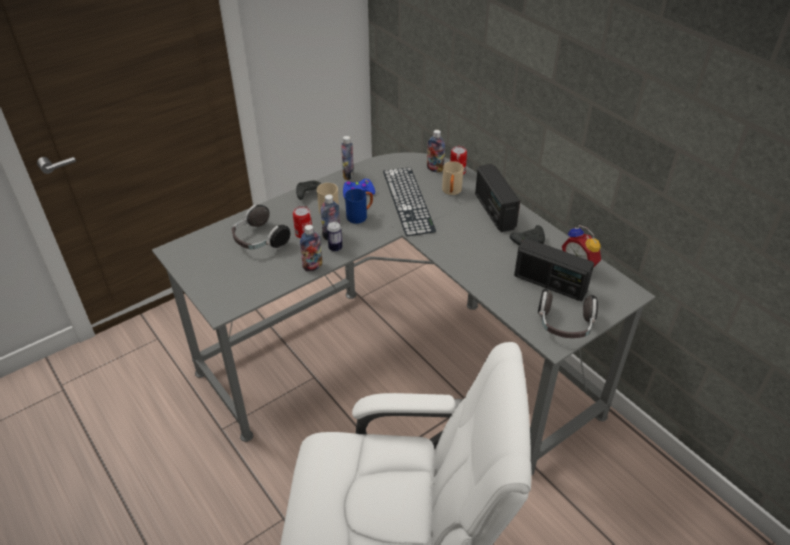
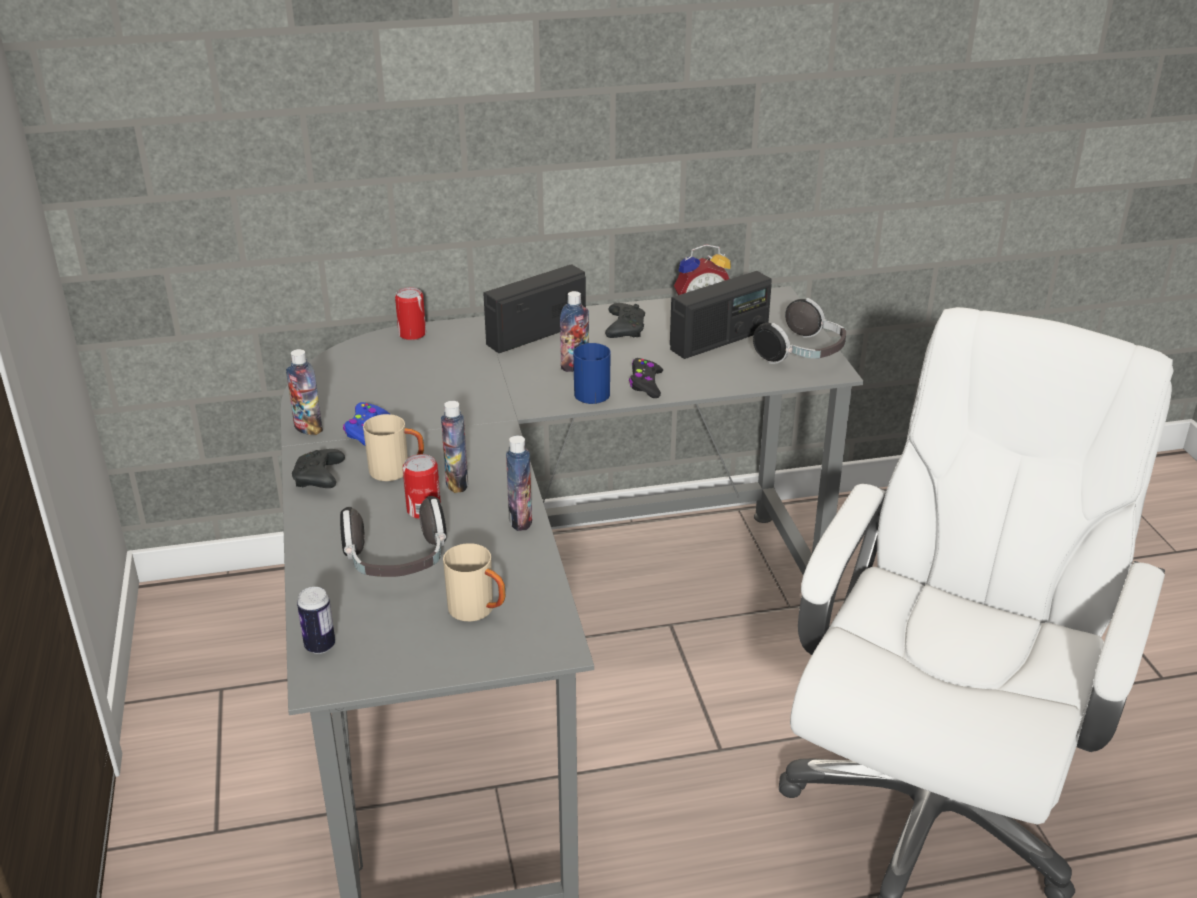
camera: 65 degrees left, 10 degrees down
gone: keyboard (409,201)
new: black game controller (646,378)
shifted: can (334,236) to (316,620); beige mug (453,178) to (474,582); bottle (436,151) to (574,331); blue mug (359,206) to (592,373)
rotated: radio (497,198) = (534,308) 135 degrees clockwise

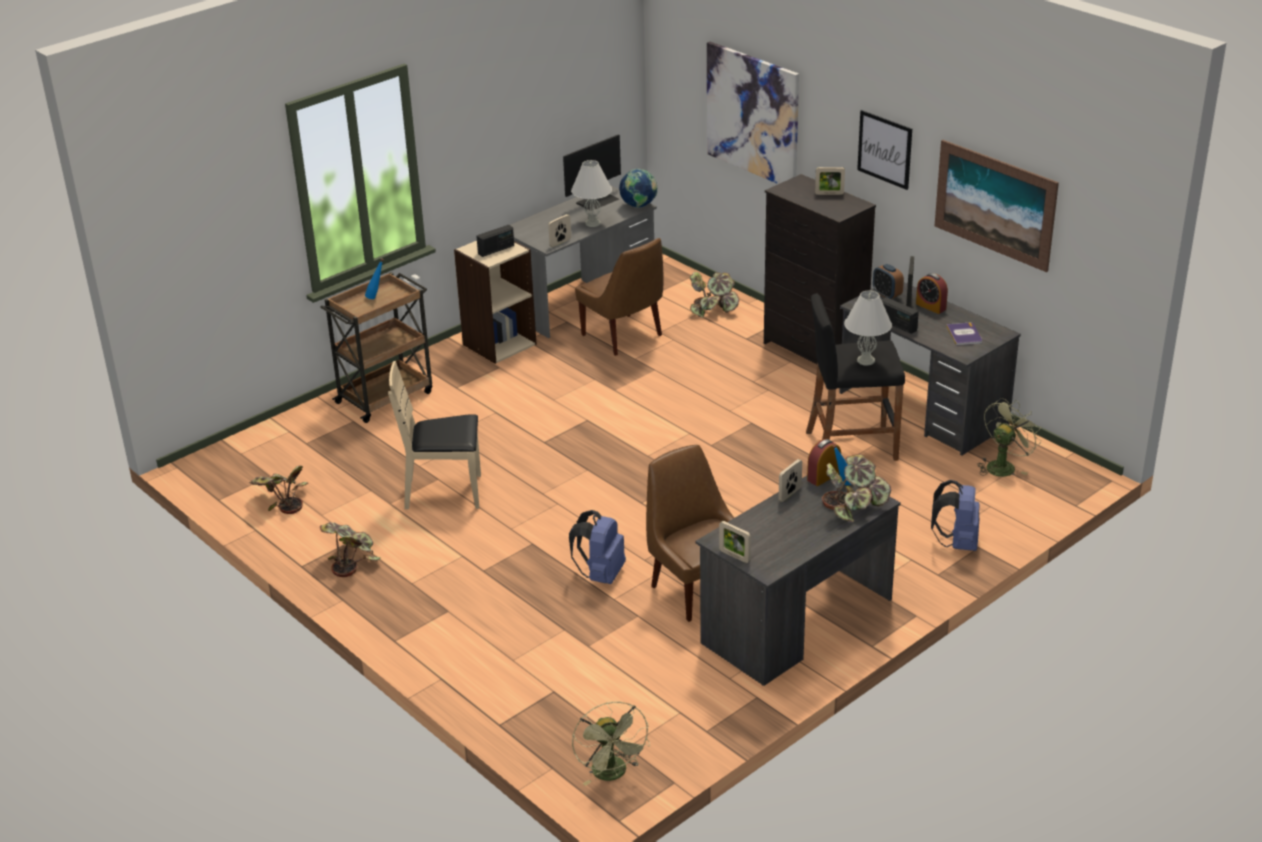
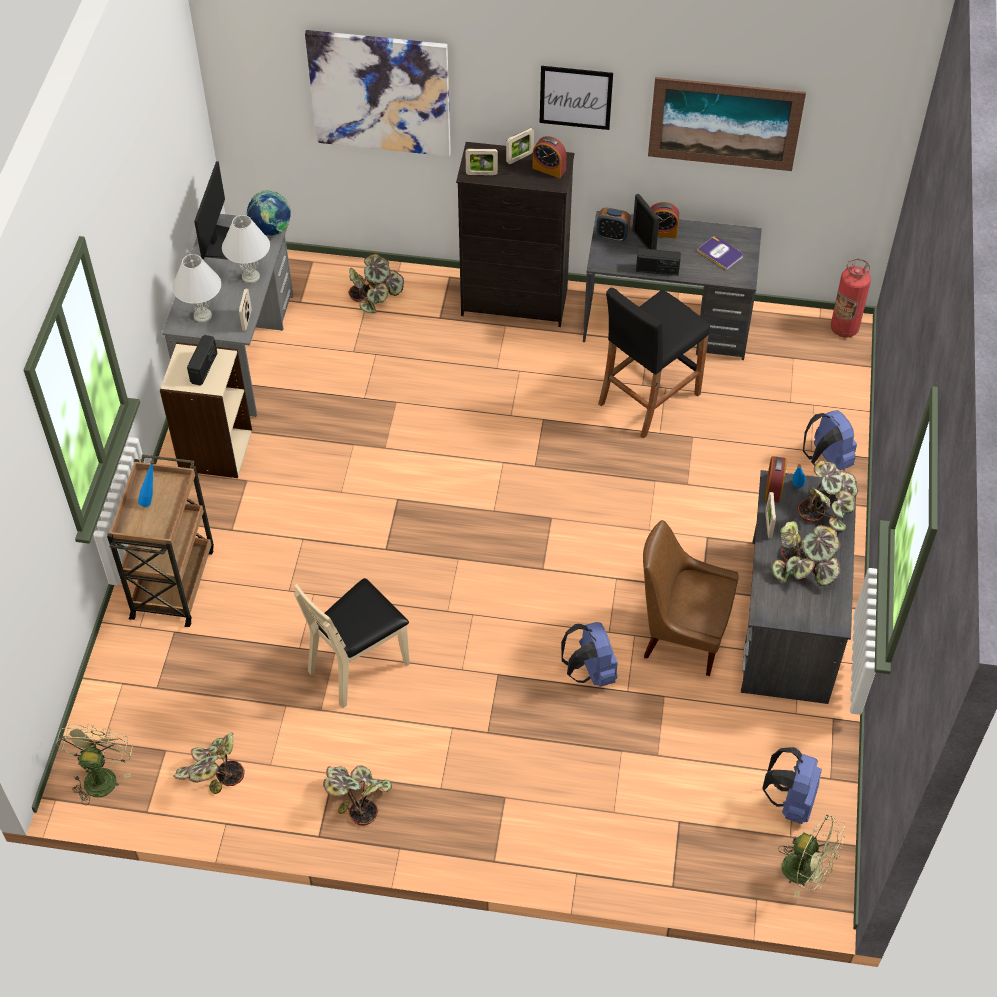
camera: 40 degrees left, 20 degrees up
gone: brown chair (619,297)
new: alarm clock (549,157); blue backpack (792,785); potted plant (805,553); fire extinguisher (851,297)
shifted: green fan (1009,437) to (94,764); white table lamp (868,328) to (196,288); picture frame (735,542) to (482,162)

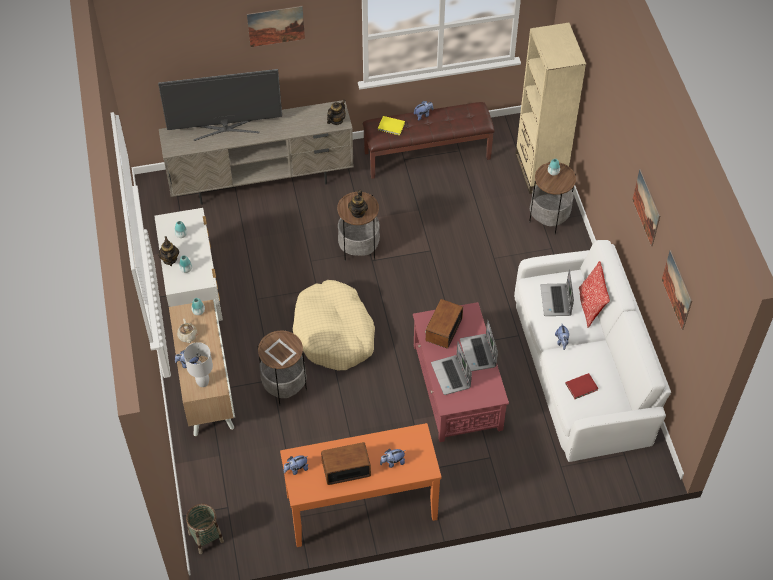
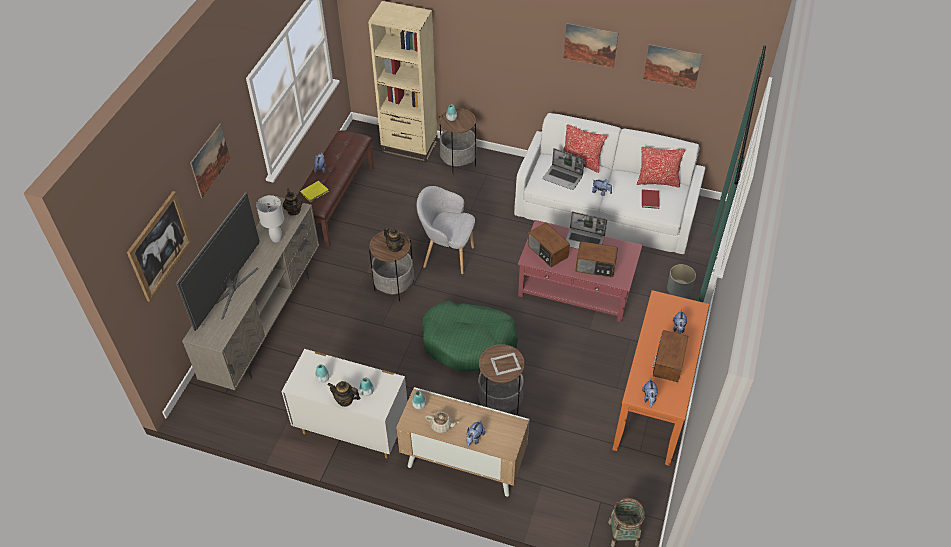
camera: 60 degrees left, 5 degrees down
new: picture (159,246); grey armchair (446,230); pillow (661,167); grey planter (681,281)
shifted: white table lamp (198,364) to (270,219)
swapped: laptop (451,368) to radio (596,259)
repainted: beige dog bed (334,325) to green dog bed (470,336)

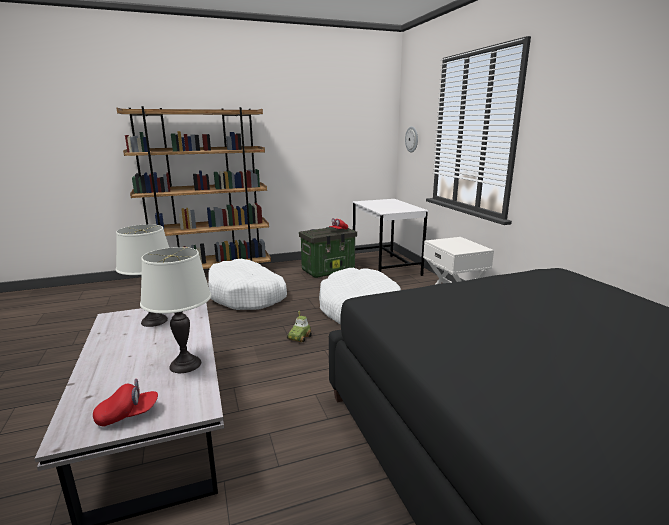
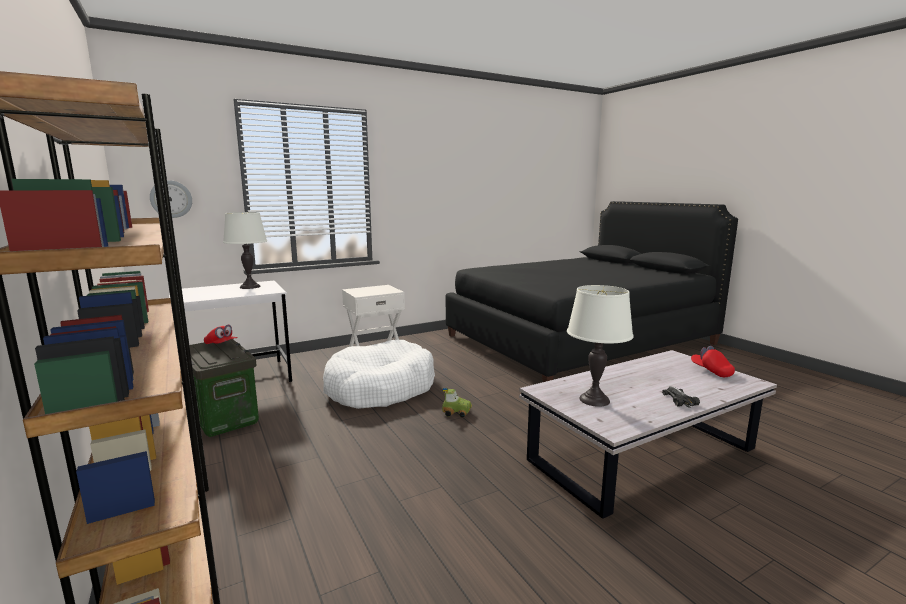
camera: 100 degrees left, 5 degrees down
gone: white dog bed (247,284)
new: toy car (681,397)
shifted: white table lamp (175,310) to (245,250)

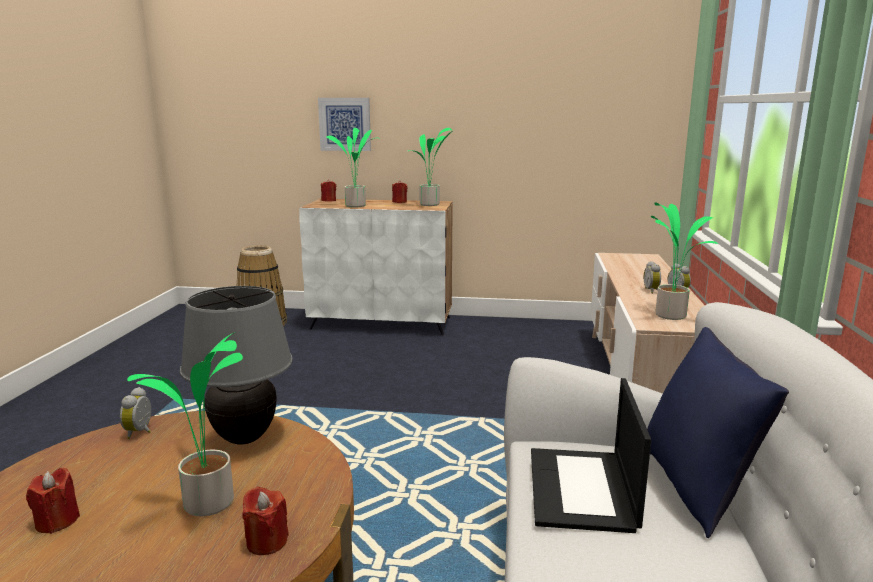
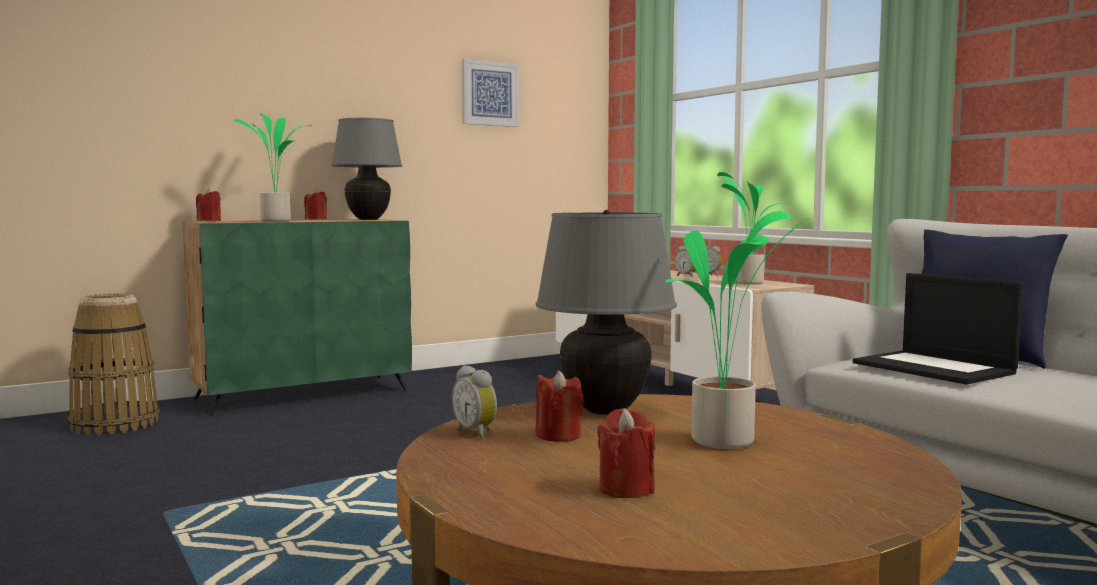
camera: 40 degrees left, 10 degrees down
shifted: picture (344,124) to (490,93); red candle (265,521) to (559,406)
swapped: potted plant (431,167) to grey table lamp (366,169)
repainted: white cabinet (376,267) to green cabinet (297,317)

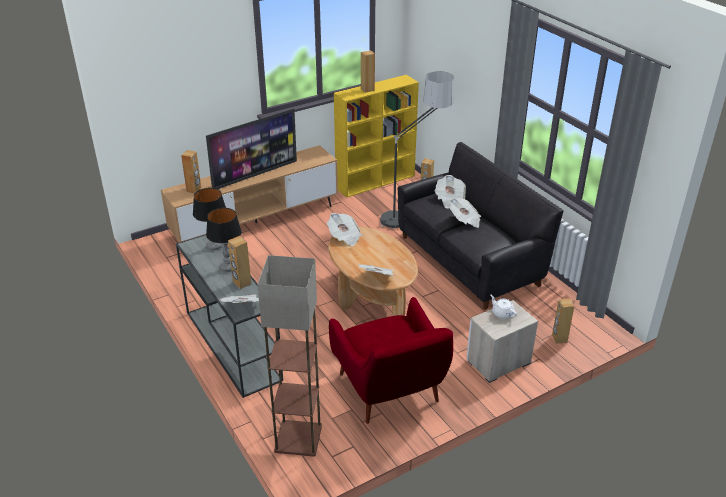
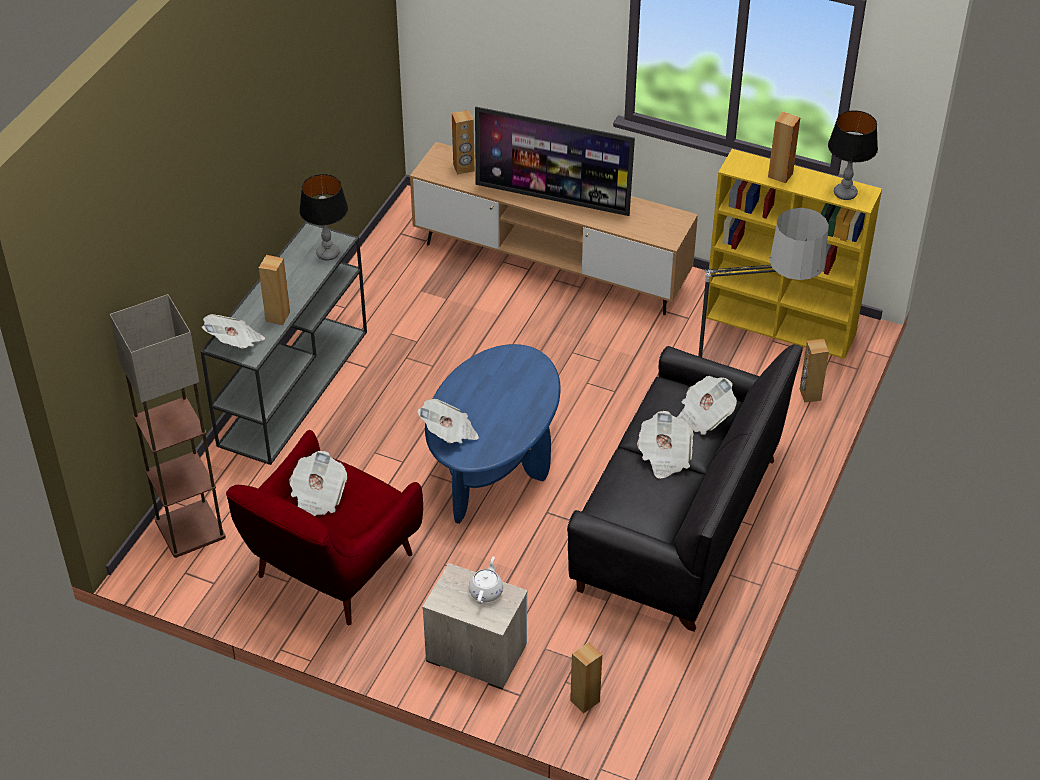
camera: 55 degrees right, 10 degrees up
shifted: newspaper (344,229) to (318,483); table lamp (224,240) to (853,155)
repainted: brown coffee table (373,271) to blue coffee table (493,434)

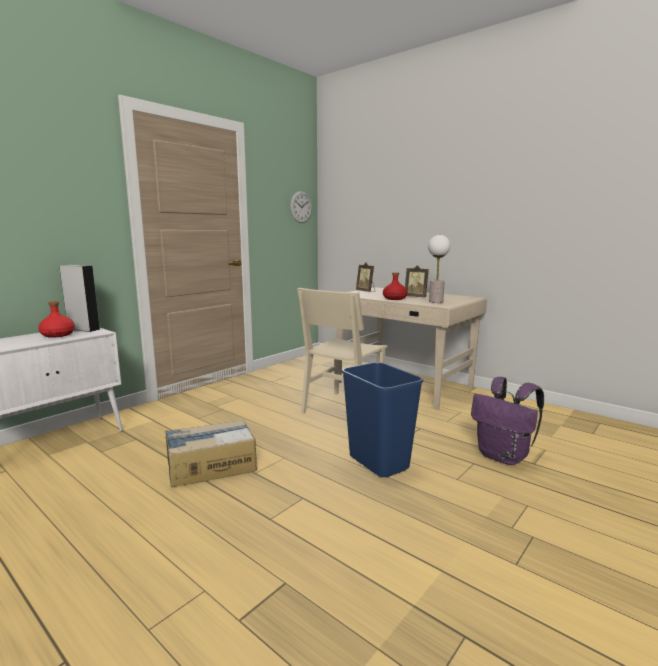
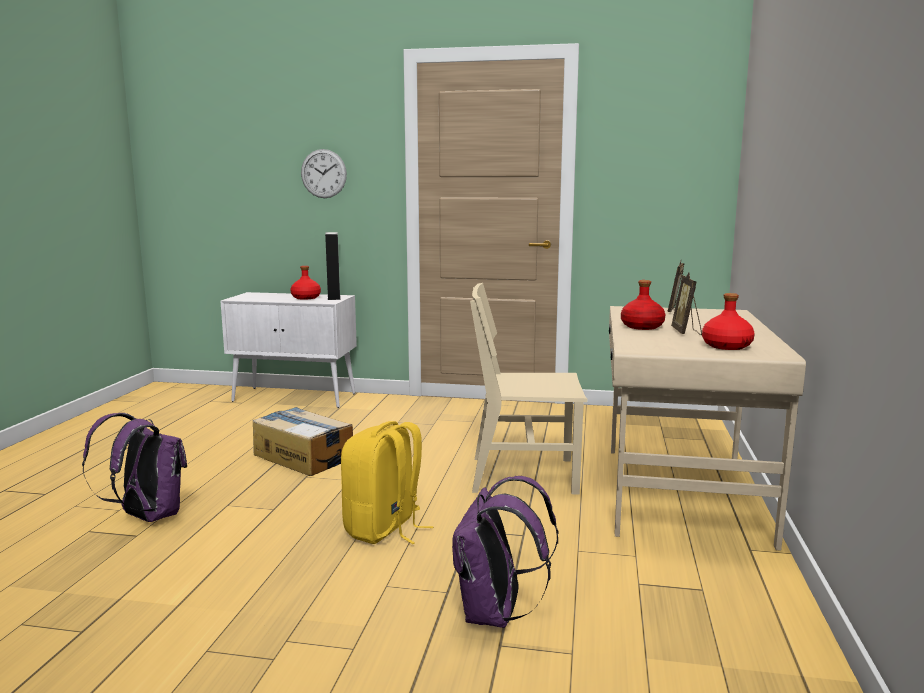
camera: 60 degrees right, 0 degrees up
gone: table lamp (439,269)
new: purple backpack (134,467); red bottle (728,321)
shifted: wall clock (301,207) to (324,173)
swapped: blue trash can (382,419) to yellow backpack (387,482)

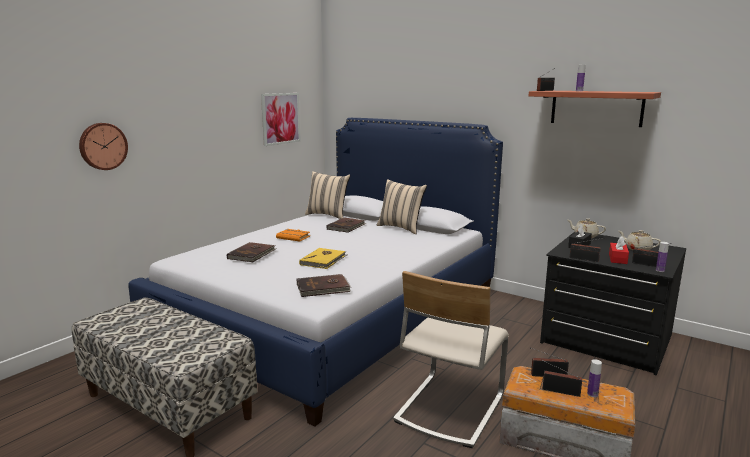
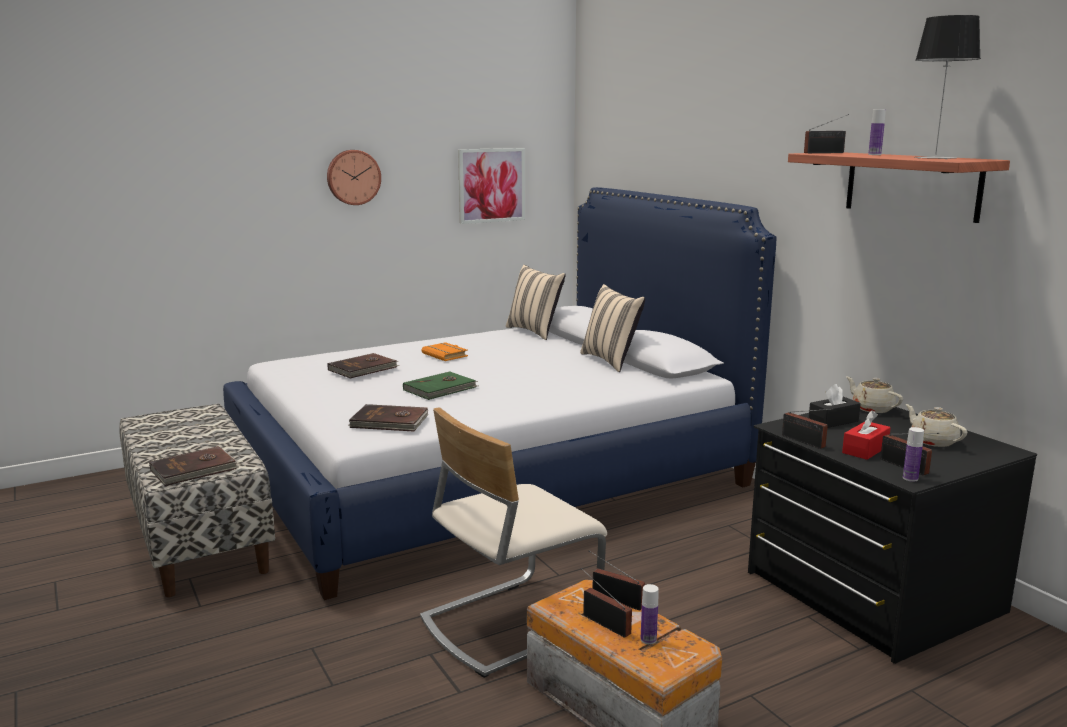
camera: 25 degrees right, 0 degrees up
new: table lamp (948,87)
shifted: brown book (346,225) to (194,466); wall clock (103,146) to (354,177)
repainted: yellow book (323,258) to green book (440,386)

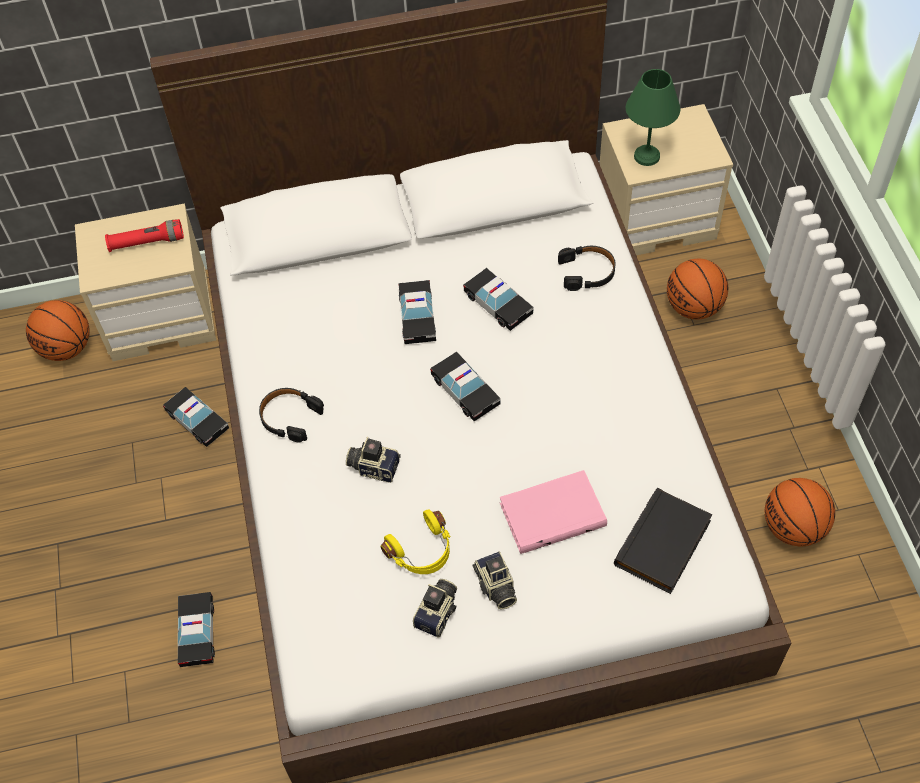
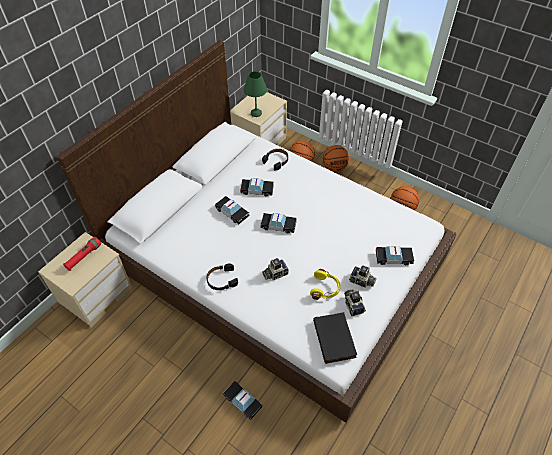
camera: 45 degrees left, 5 degrees down
gone: pink book (553,512)
shifted: black book (663,541) to (335,338); basketball (58,330) to (336,158); toy car (196,417) to (395,255)

